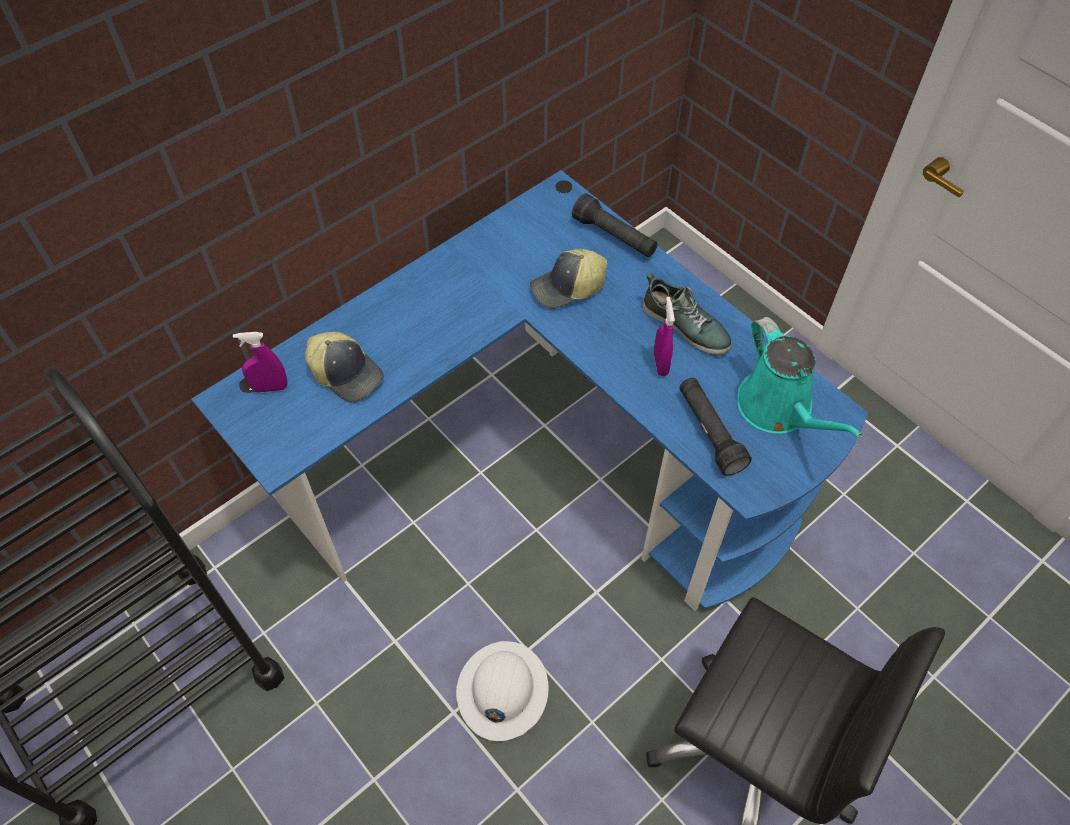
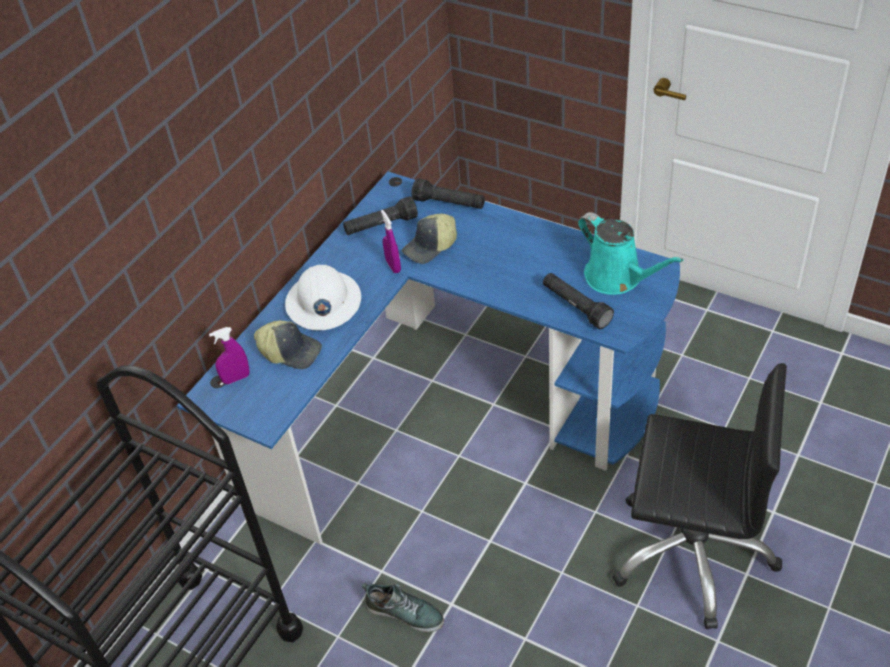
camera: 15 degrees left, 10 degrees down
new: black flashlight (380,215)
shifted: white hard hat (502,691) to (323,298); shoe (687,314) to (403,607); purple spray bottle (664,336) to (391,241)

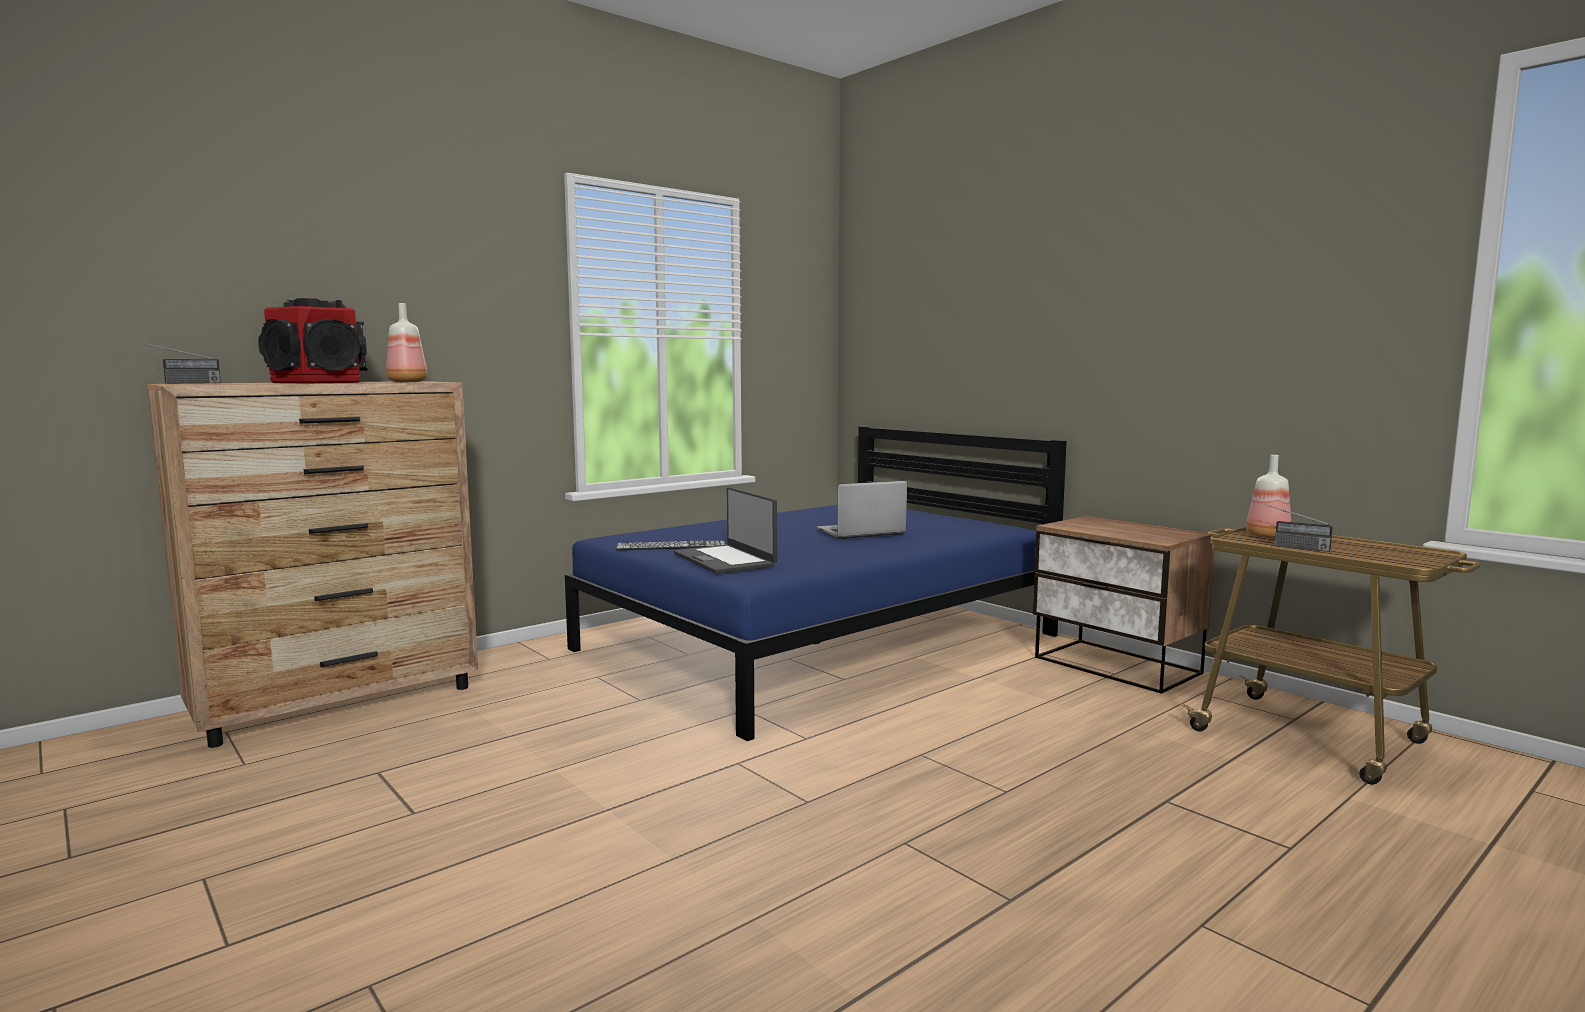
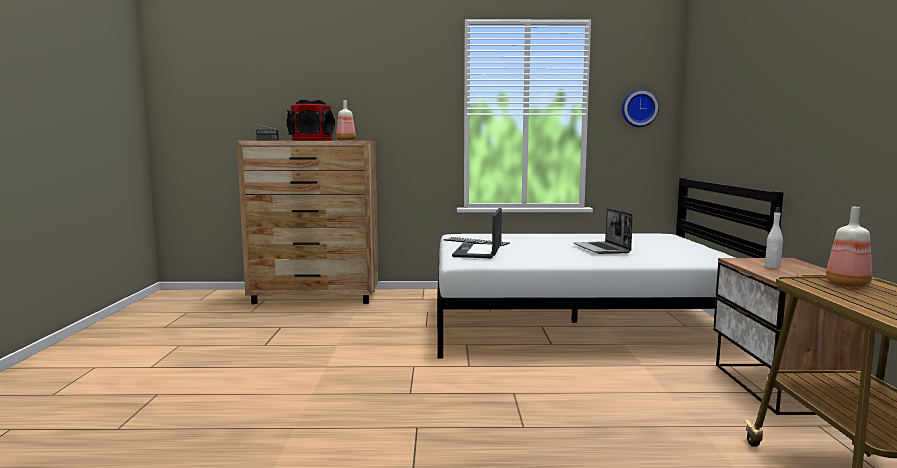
camera: 40 degrees right, 0 degrees up
gone: radio (1291,526)
new: wall clock (640,108); white bottle (774,237)
repainted: blue bed (816,583) to white bed (610,268)
rotated: laptop (862,510) = (603,231) 120 degrees counterclockwise

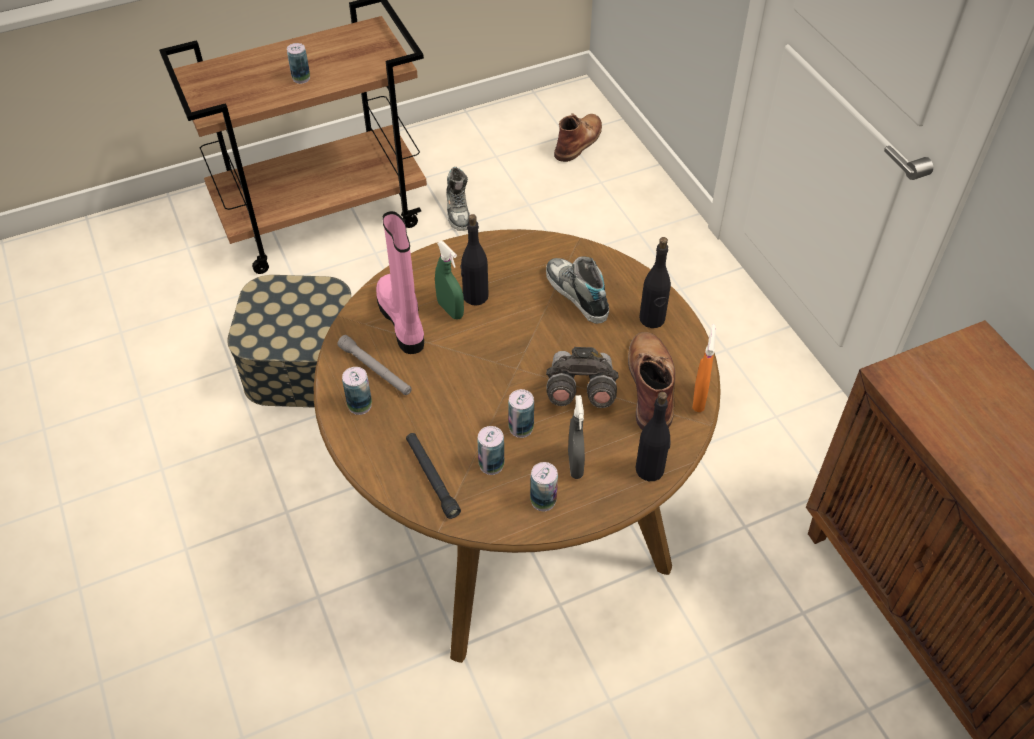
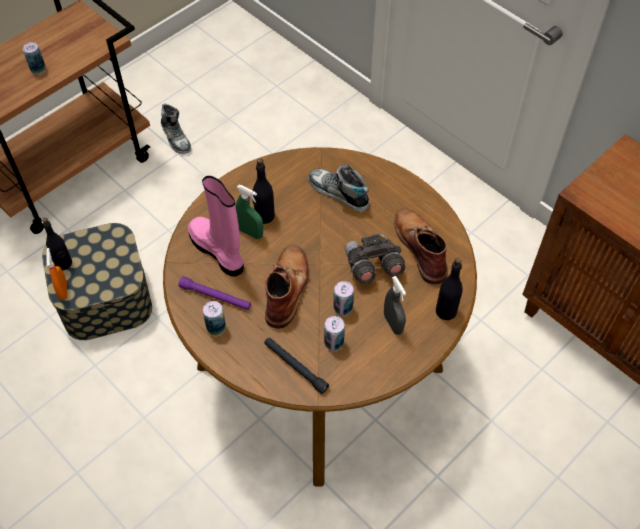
camera: 20 degrees left, 5 degrees up
gone: can (544,486)
shifted: black bottle (655,282) to (57,244); orange spray bottle (704,368) to (56,274); brown boot (578,137) to (287,287)
repainted: grey flashlight (375,365) to purple flashlight (214,293)

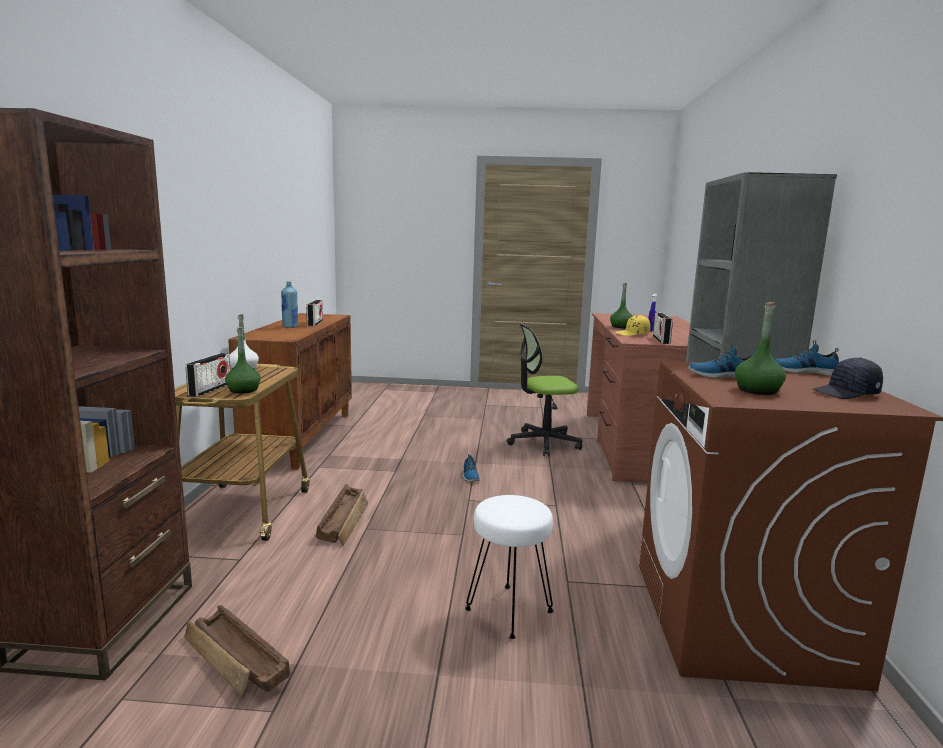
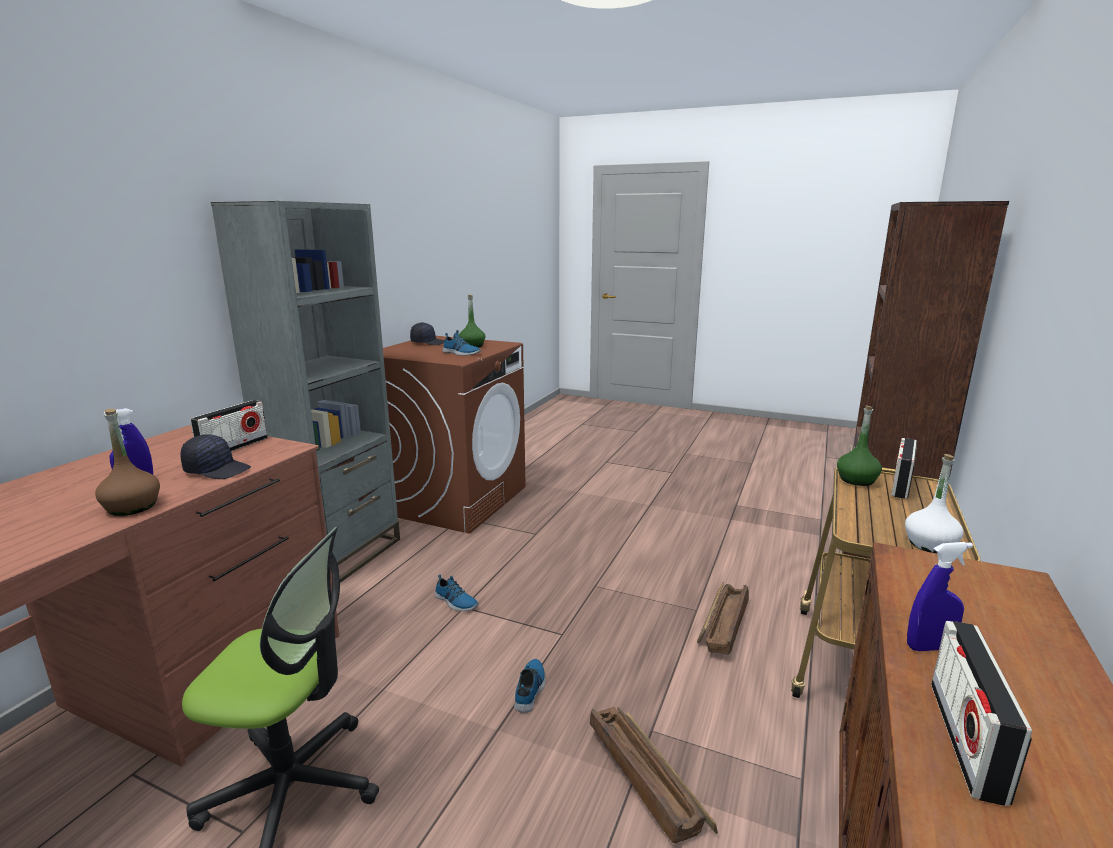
camera: 160 degrees left, 5 degrees up
gone: blue bottle (289,304); white stool (509,567)
new: blue spray bottle (940,596)
shifted: shoe (806,358) to (457,592); crate (237,651) to (654,775)
repainted: green bottle (621,305) to brown bottle (127,462); yellow cap (633,325) to black cap (215,456)

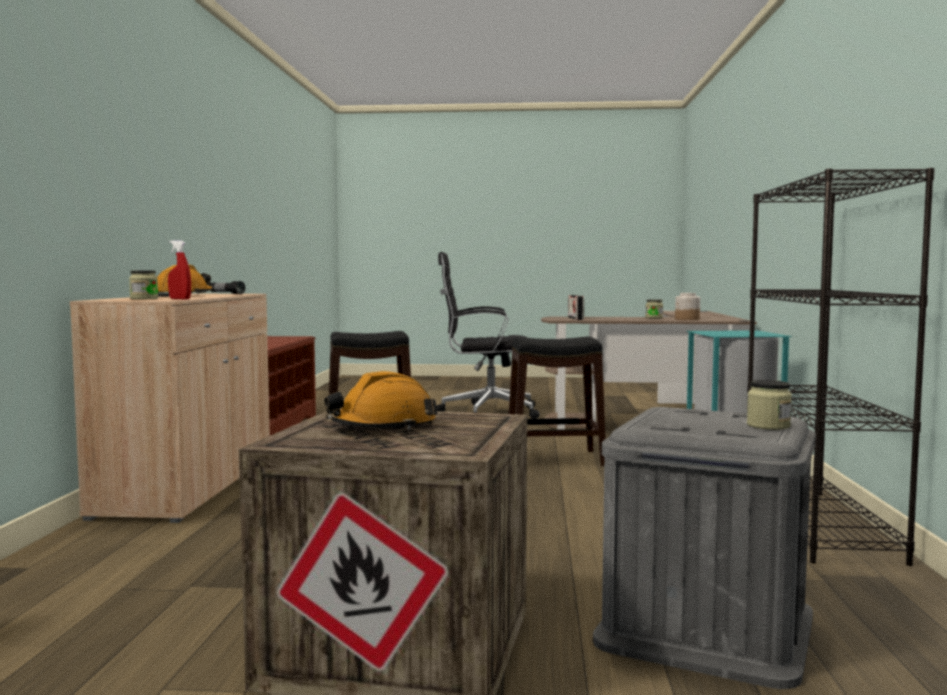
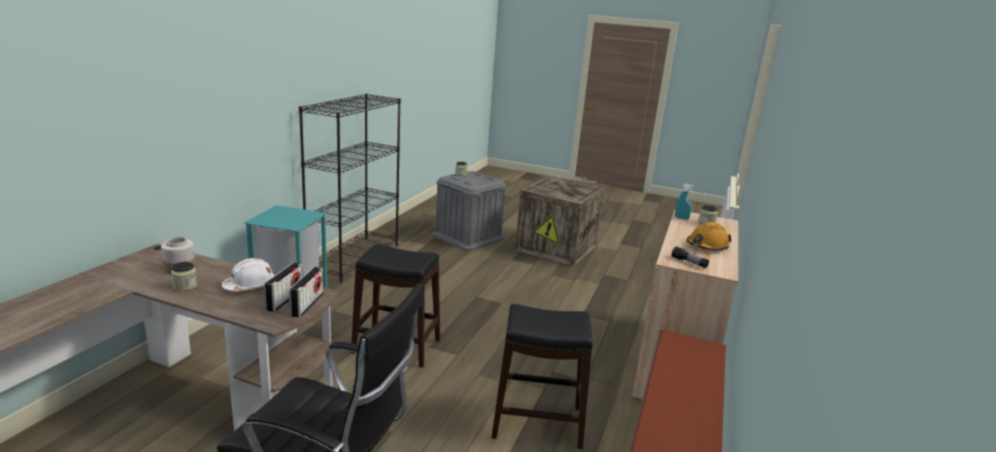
camera: 165 degrees left, 15 degrees up
gone: orange hard hat (380,400)
new: white hard hat (248,274); radio (306,292)
repainted: red spray bottle (179,269) to turquoise spray bottle (684,202)

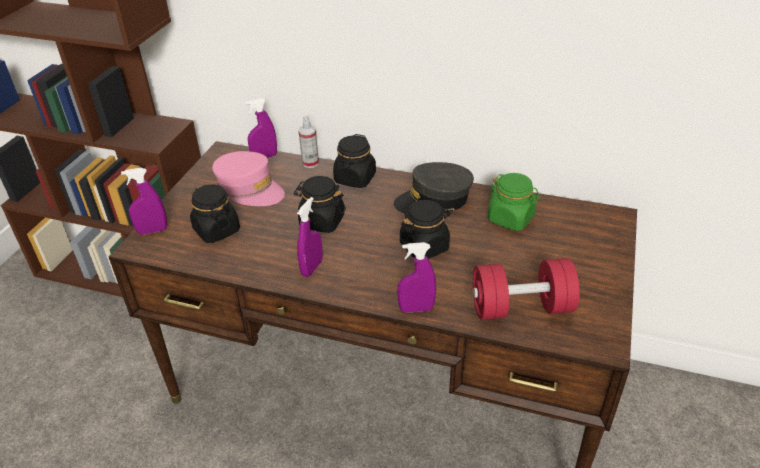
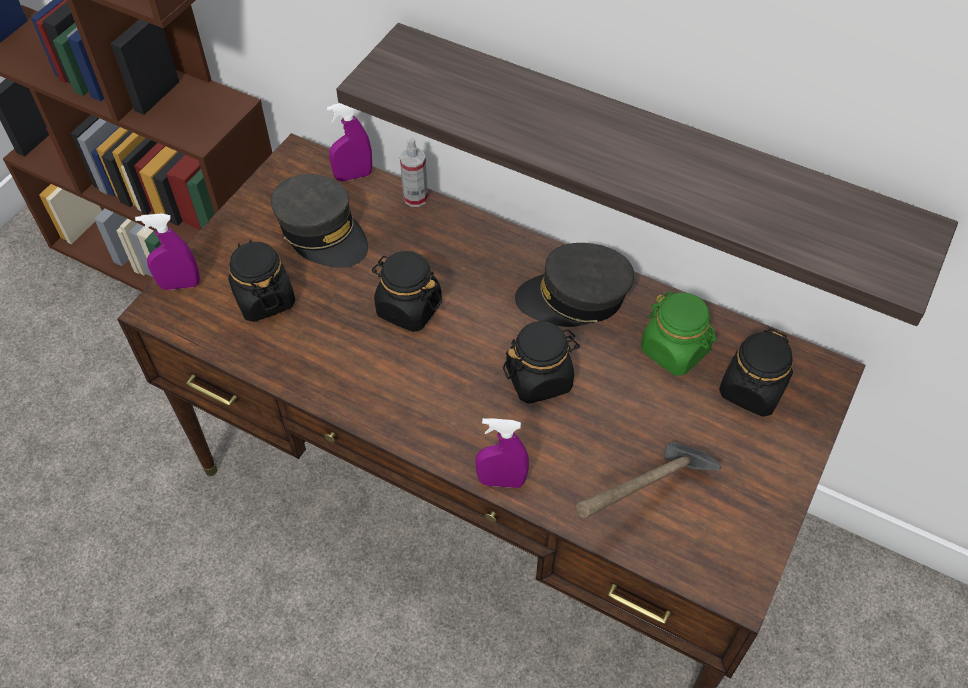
camera: 10 degrees right, 15 degrees up
gone: purple spray bottle (310,237)
new: shelf (647,174)
shifted: black jar (354,161) to (756,372)
swapped: red dumbbell (526,289) to hammer (648,480)
repainted: pink cap (248,178) to grey cap (319,221)

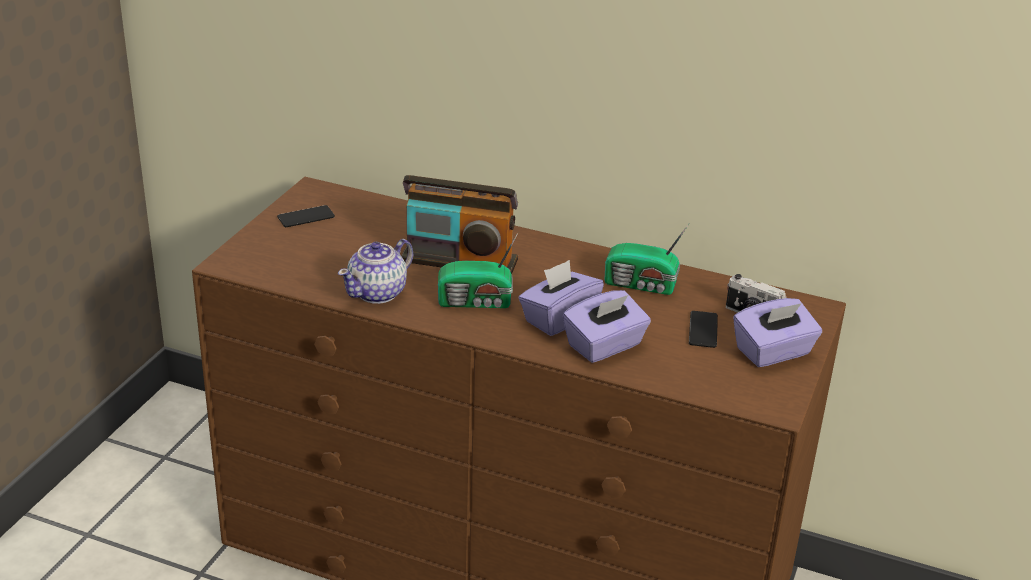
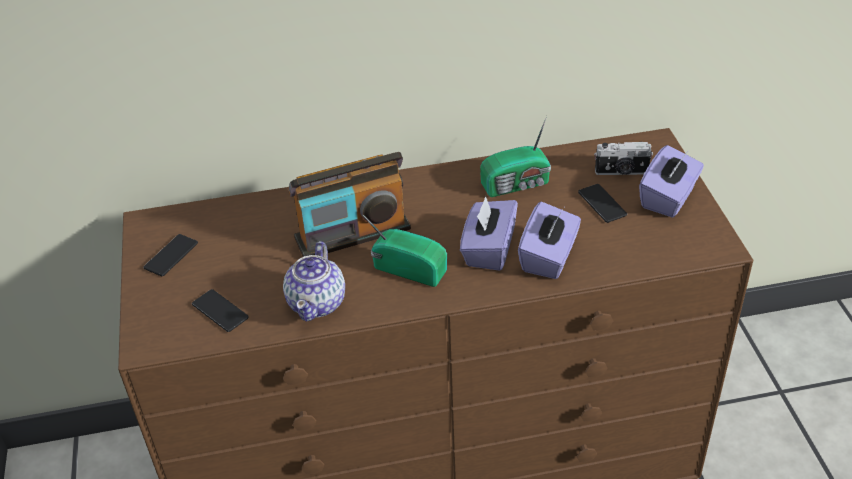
camera: 30 degrees left, 10 degrees up
new: phone (220,310)
rotated: radio (478,270) = (404,250) 120 degrees counterclockwise

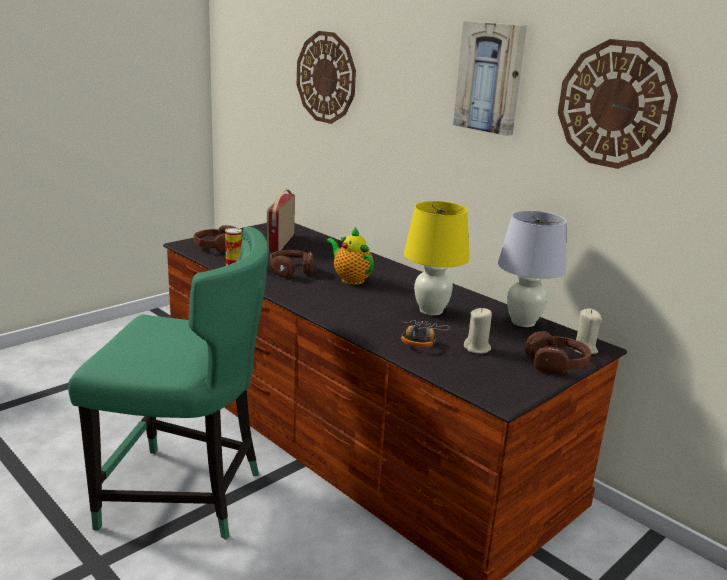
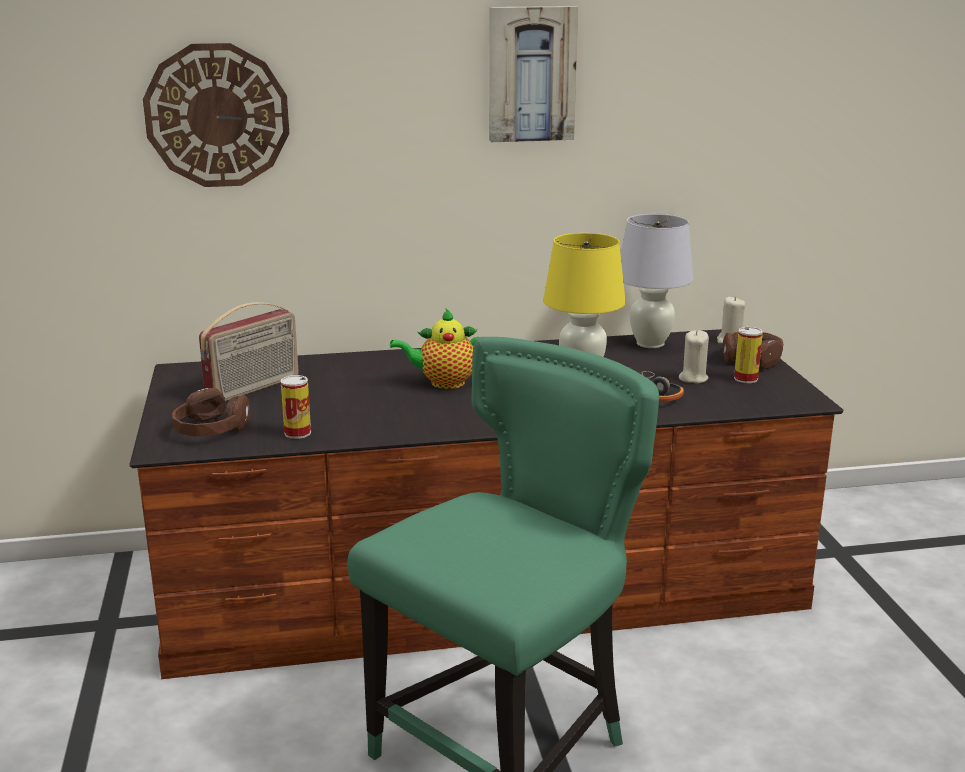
camera: 55 degrees left, 0 degrees up
gone: brown headphones (291,264); wall clock (618,104)
new: can (748,355)
rotated: radio (281,220) = (249,351) 90 degrees counterclockwise

